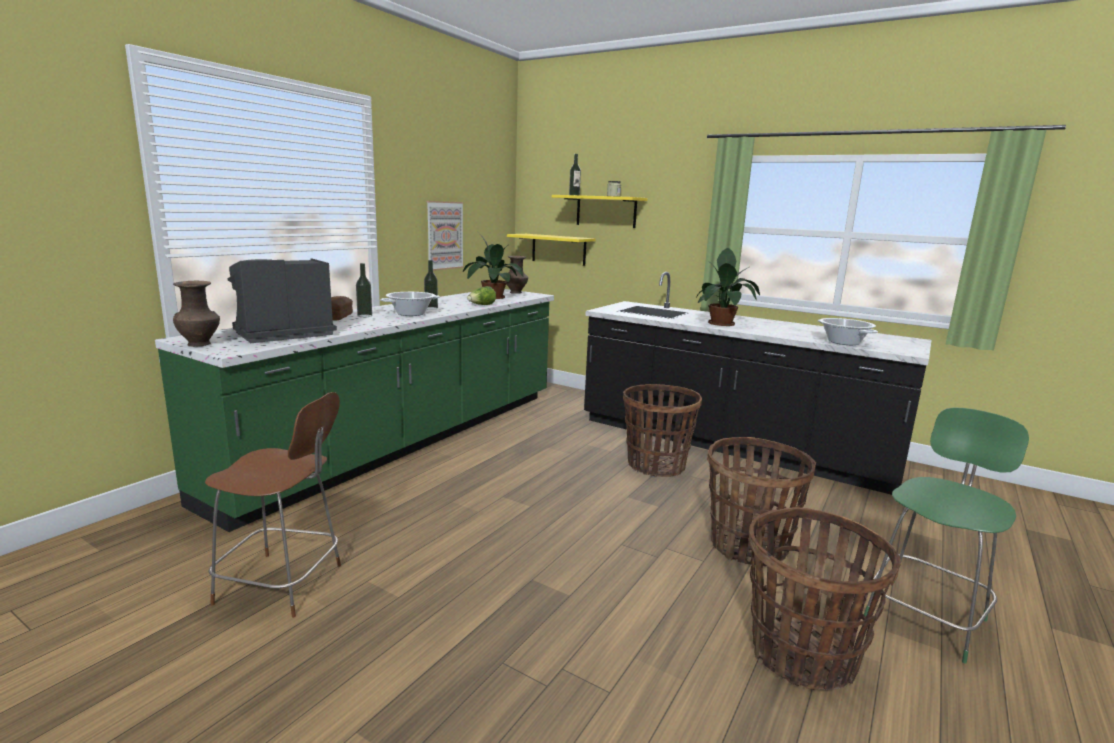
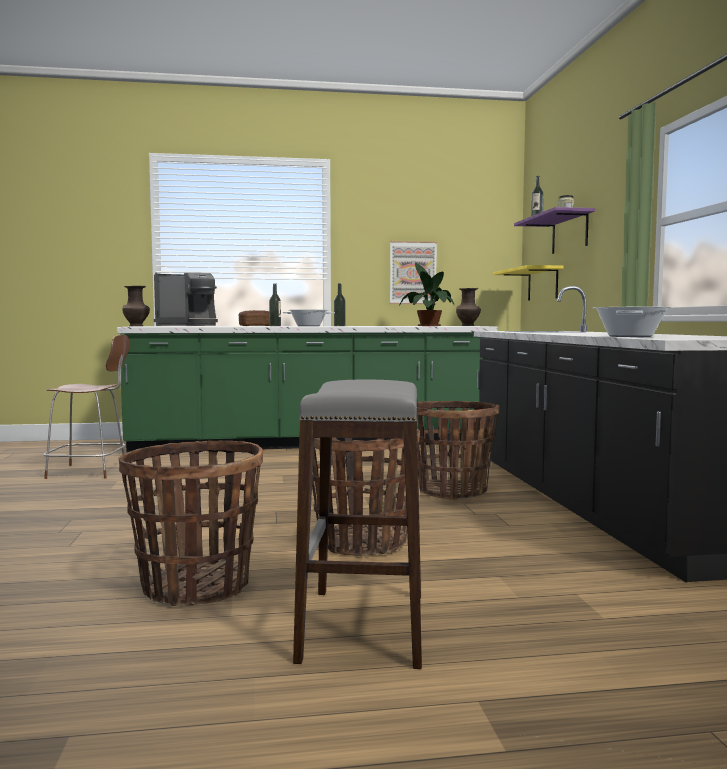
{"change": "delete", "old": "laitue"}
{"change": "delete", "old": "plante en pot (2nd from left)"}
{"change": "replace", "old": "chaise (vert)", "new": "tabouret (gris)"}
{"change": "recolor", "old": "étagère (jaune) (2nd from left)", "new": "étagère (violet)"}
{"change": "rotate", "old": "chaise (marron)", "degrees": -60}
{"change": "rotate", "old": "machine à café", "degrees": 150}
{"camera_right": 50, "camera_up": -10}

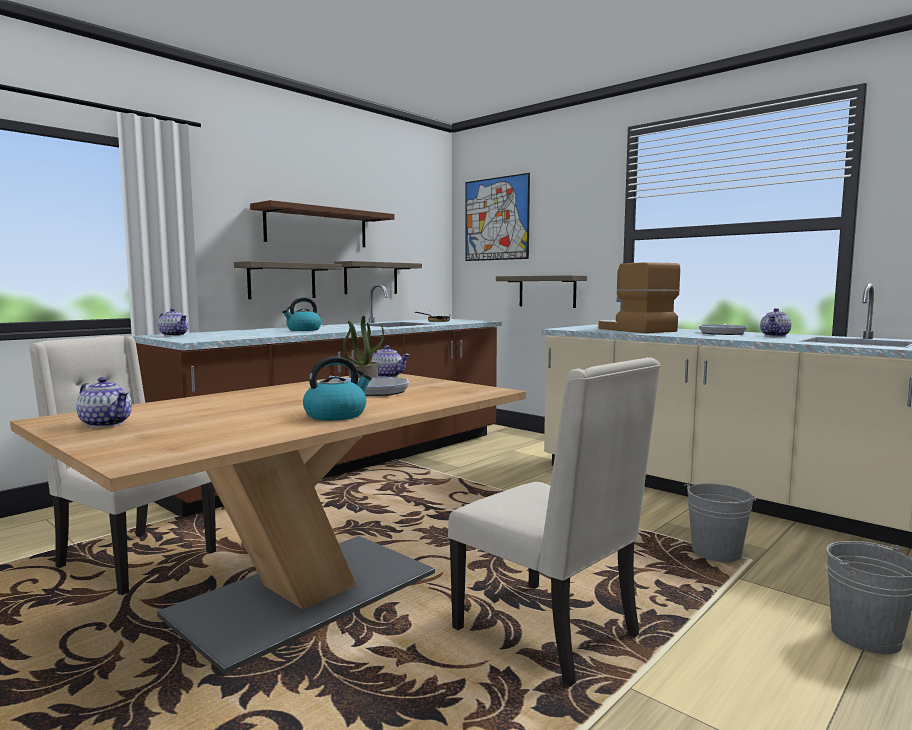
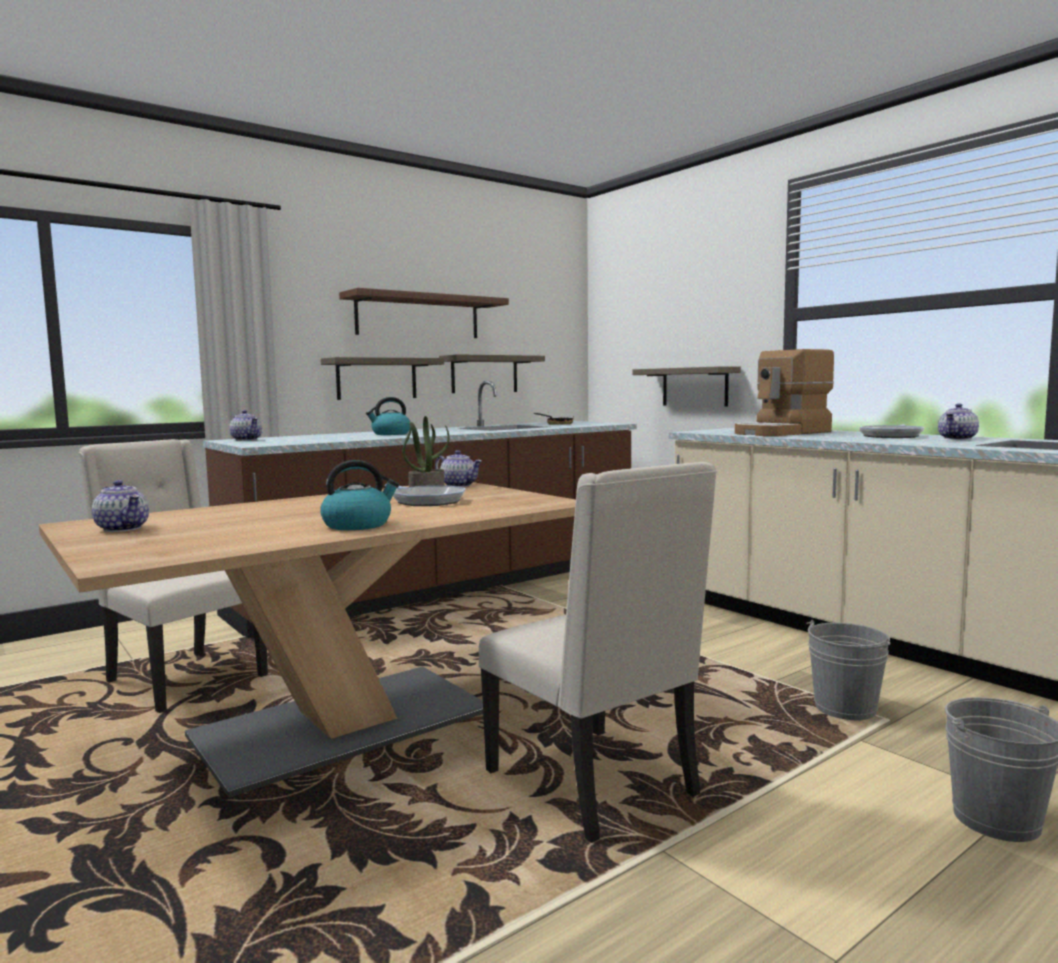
{"change": "delete", "old": "tableau"}
{"change": "rotate", "old": "machine à café", "degrees": -105}
{"camera_right": 10, "camera_up": 0}

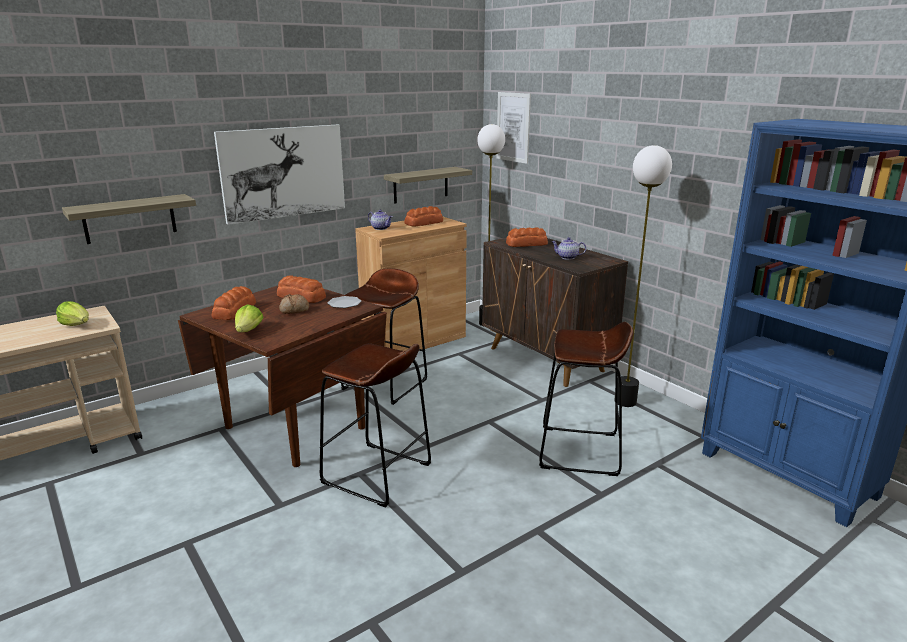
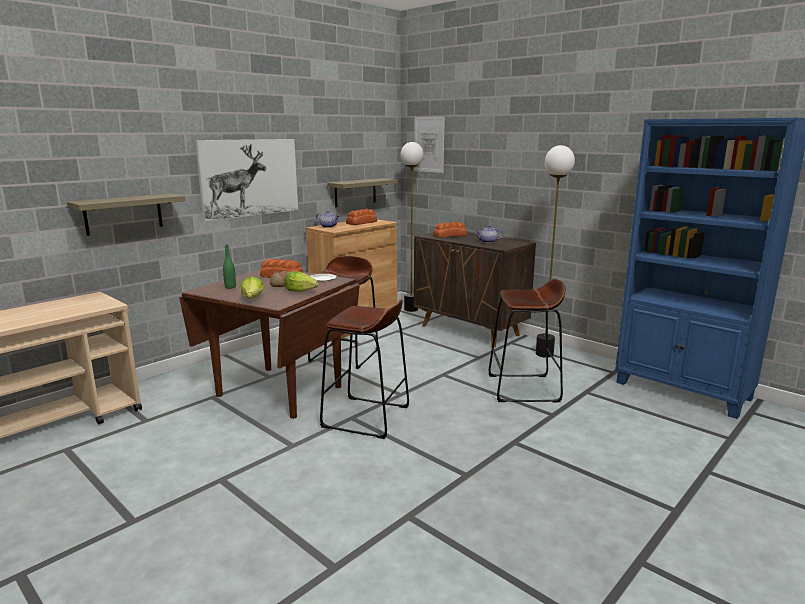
{"change": "move", "old": "laitue (1st from left in the first image)", "new": "laitue (2nd from left)"}
{"change": "replace", "old": "pain (1st from left)", "new": "bouteille (vert)"}
{"camera_right": -10, "camera_up": -5}

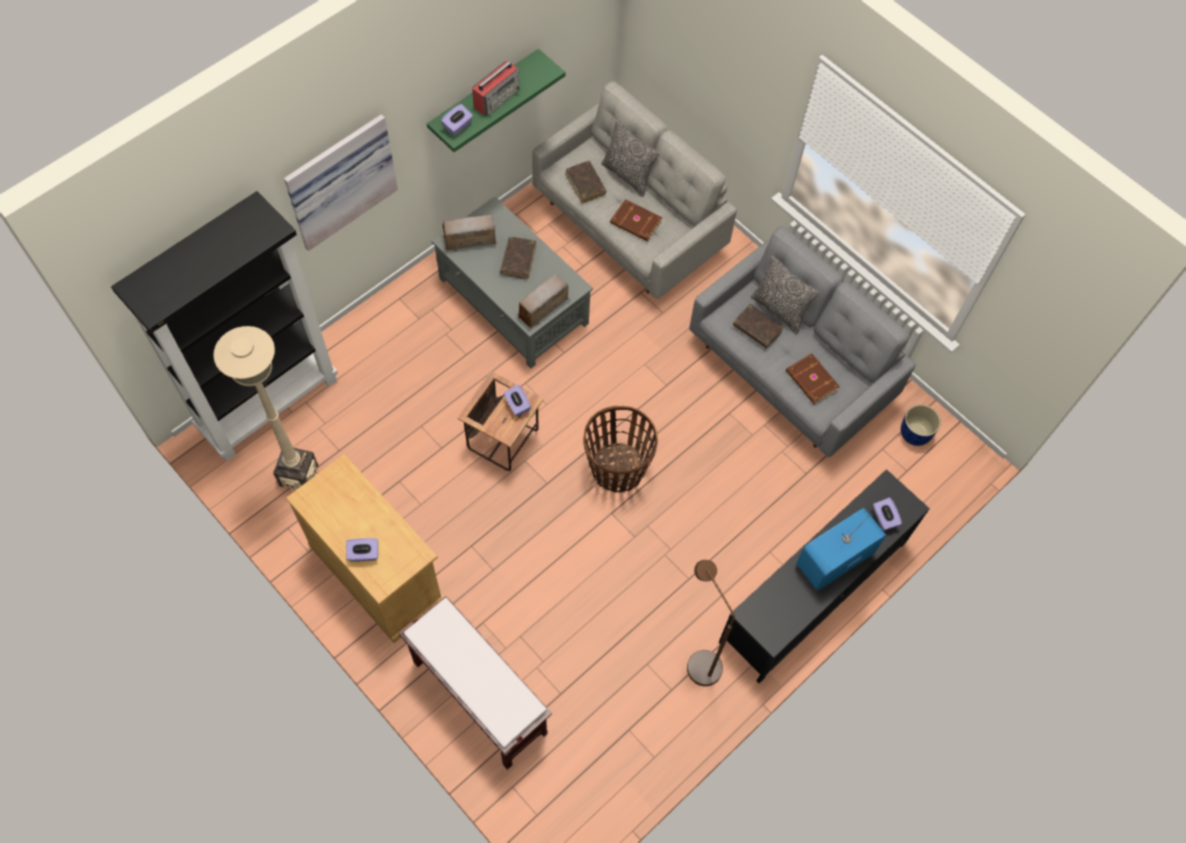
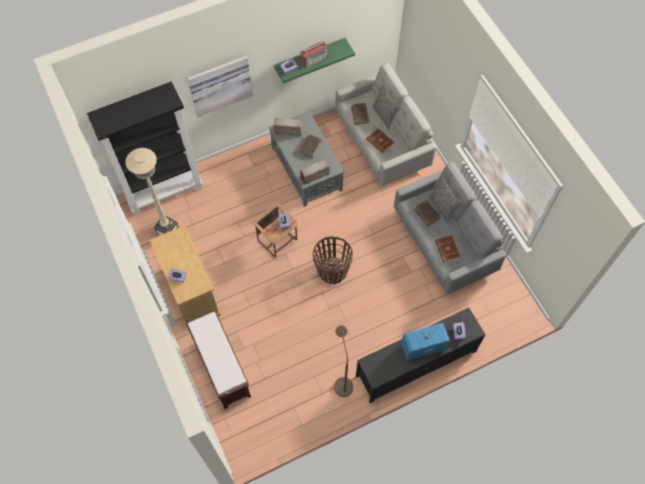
{"change": "delete", "old": "cache-pot (bleu)"}
{"camera_right": 20, "camera_up": 0}

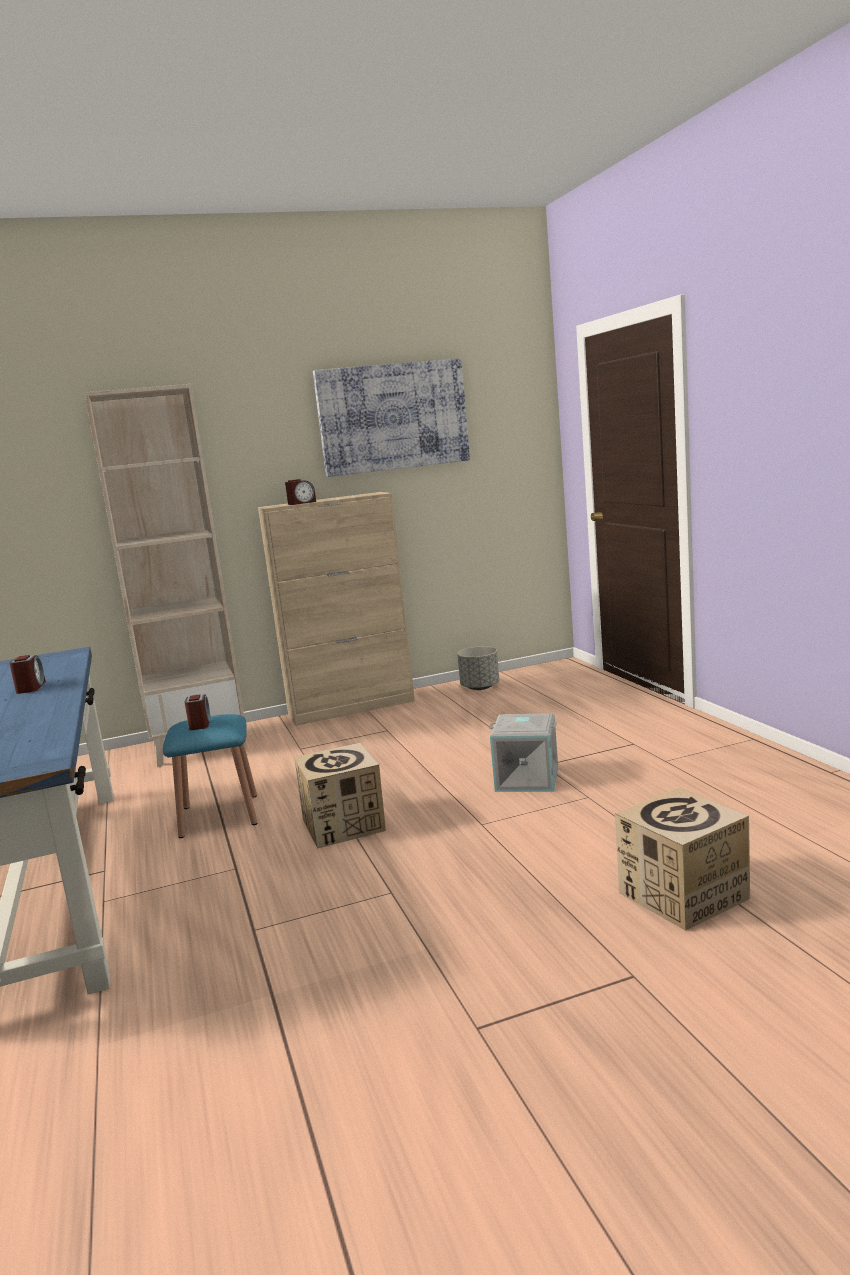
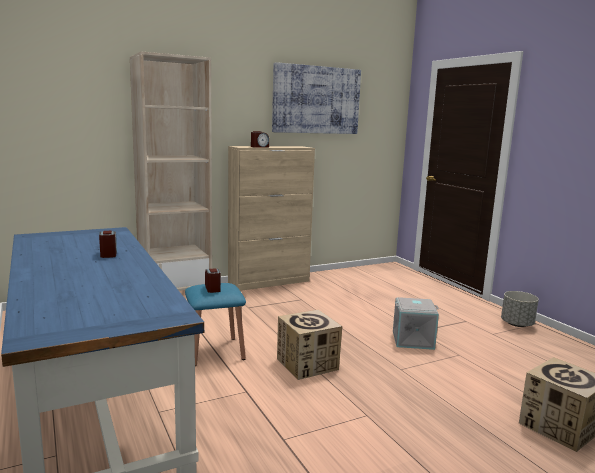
{"change": "move", "old": "cache-pot (gris)"}
{"camera_right": -10, "camera_up": 0}

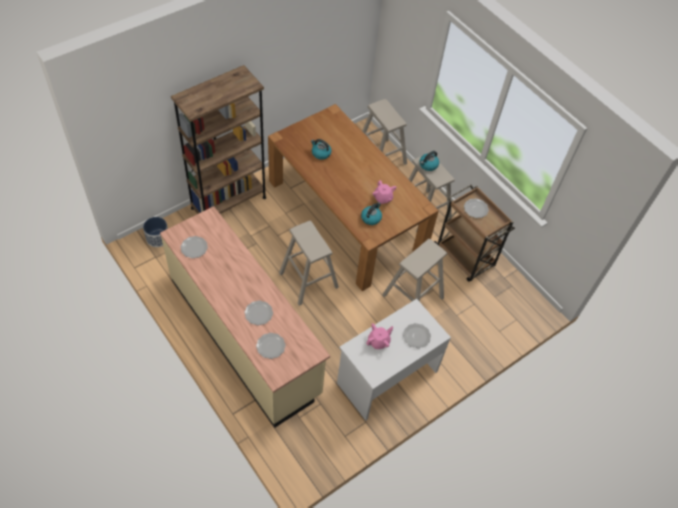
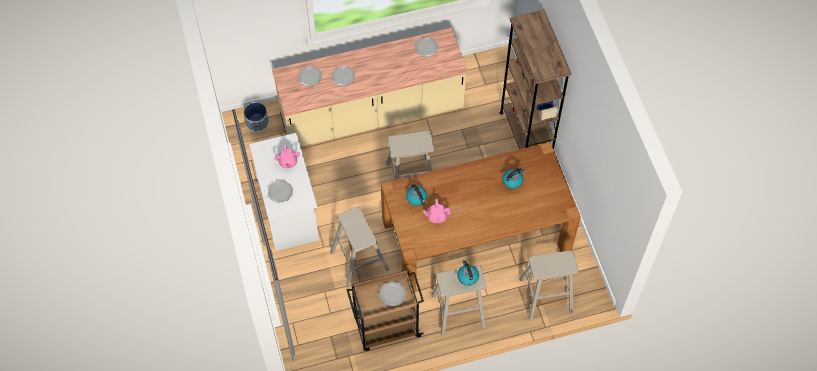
{"change": "move", "old": "cache-pot"}
{"camera_right": 115, "camera_up": 5}

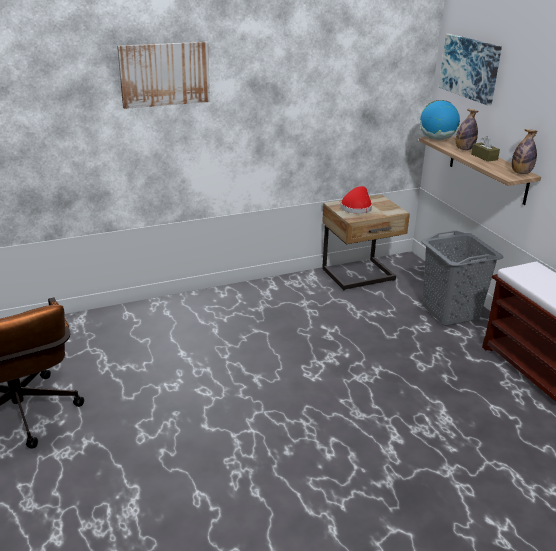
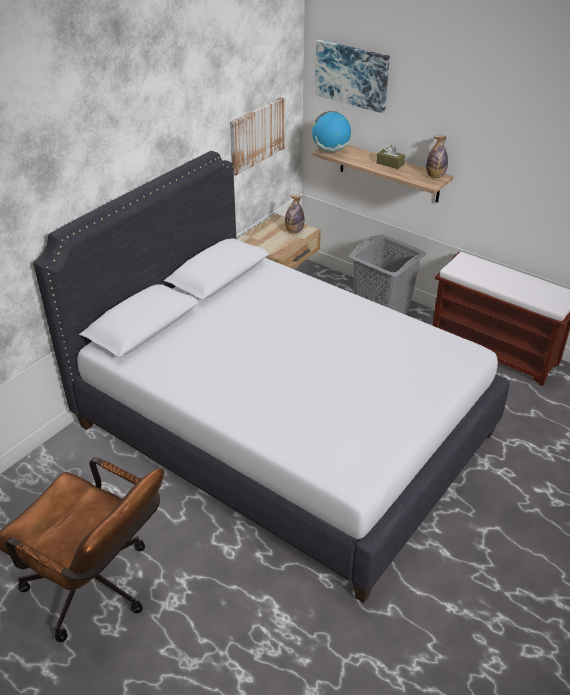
{"change": "delete", "old": "chapeau (rouge)"}
{"change": "insert", "new": "lit (blanc)"}
{"change": "move", "old": "tableau (1st from left)"}
{"change": "move", "old": "bouteille (1st from left)"}
{"camera_right": -30, "camera_up": 10}

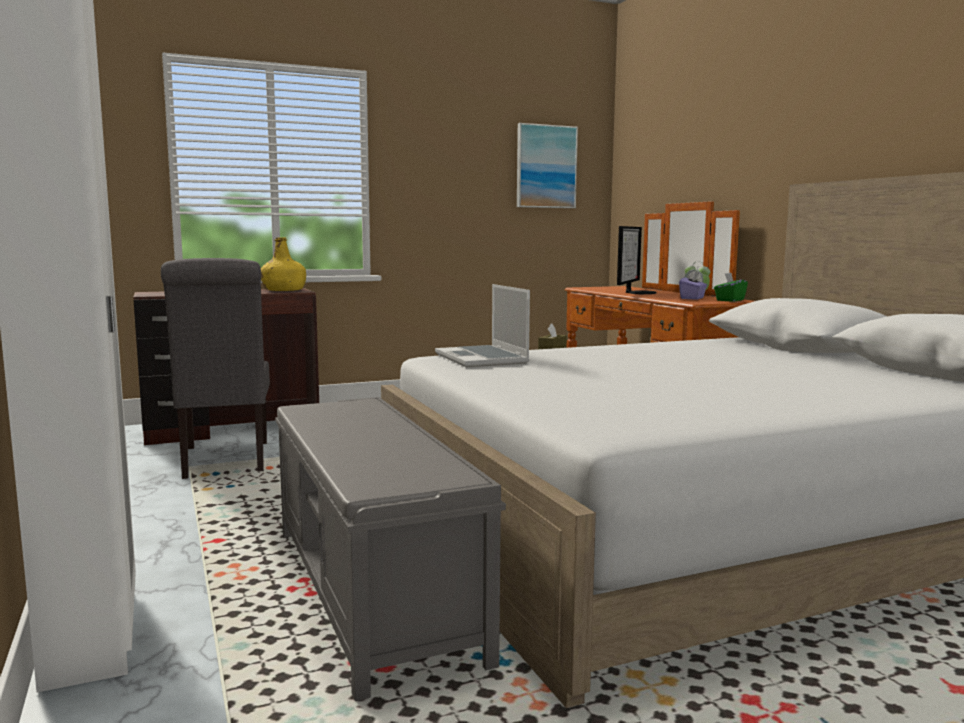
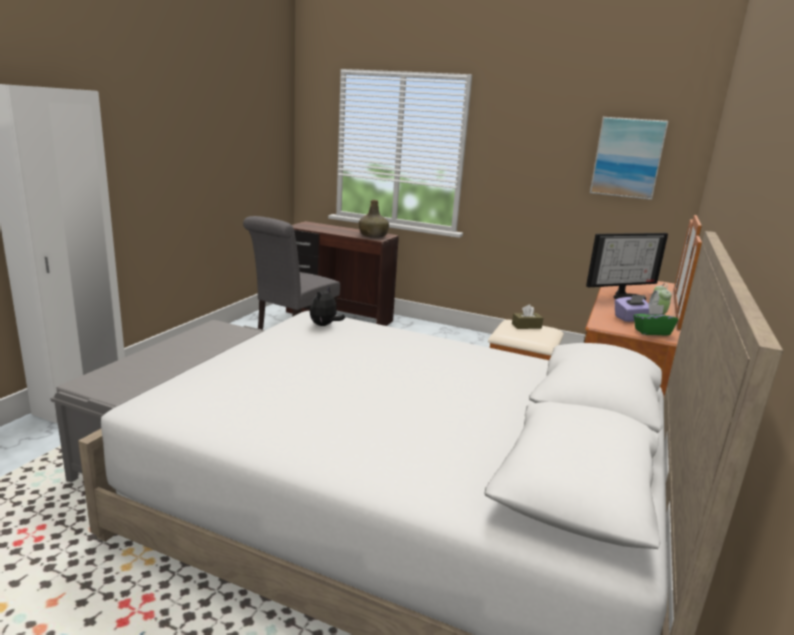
{"change": "replace", "old": "ordinateur portable", "new": "peluche"}
{"change": "recolor", "old": "bouteille (jaune)", "new": "bouteille (vert)"}
{"camera_right": 45, "camera_up": 10}

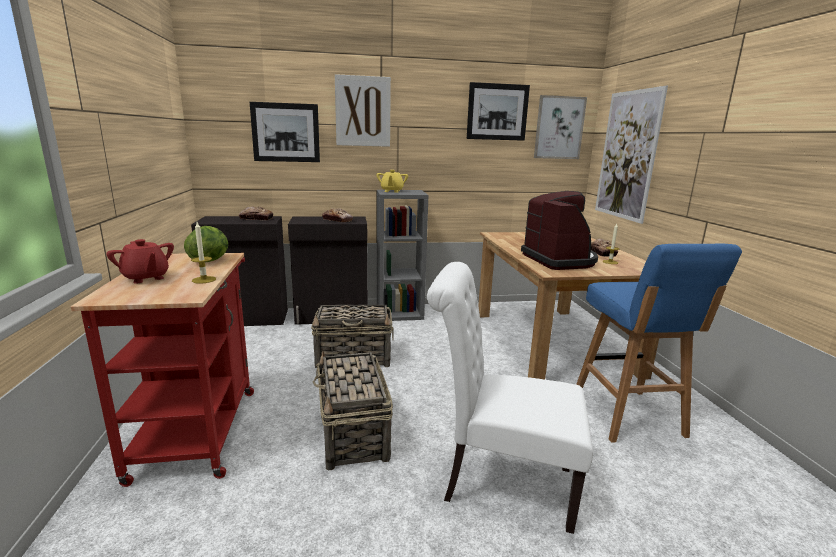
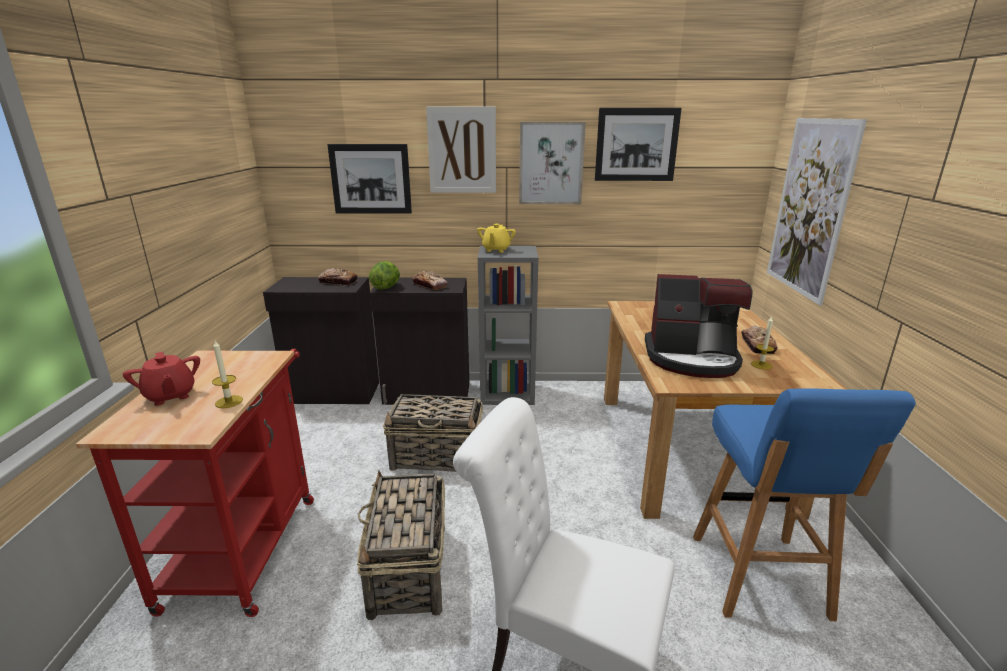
{"change": "move", "old": "laitue"}
{"change": "move", "old": "tableau (4th from left in the first image)", "new": "tableau (3rd from left)"}
{"change": "rotate", "old": "machine à café", "degrees": 105}
{"camera_right": 10, "camera_up": 5}

